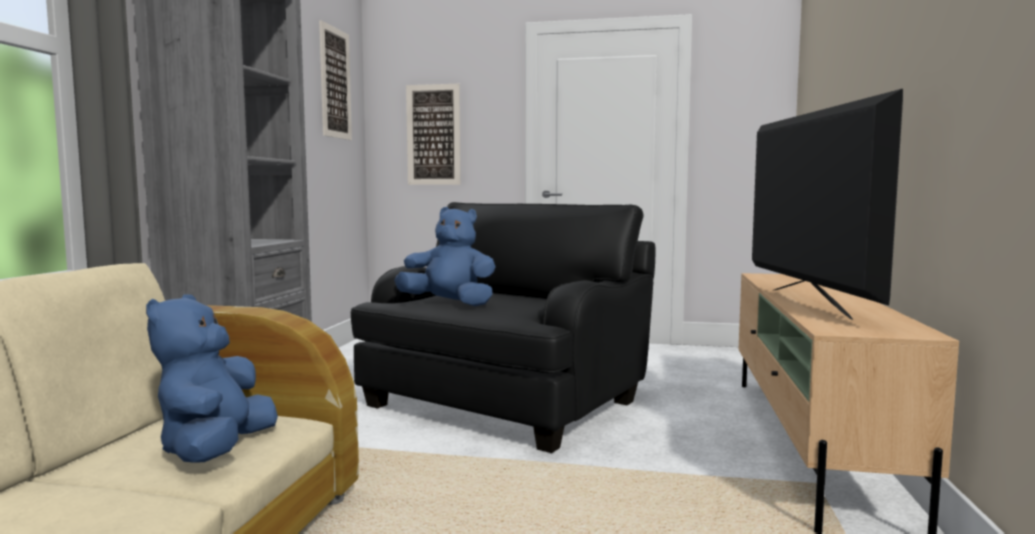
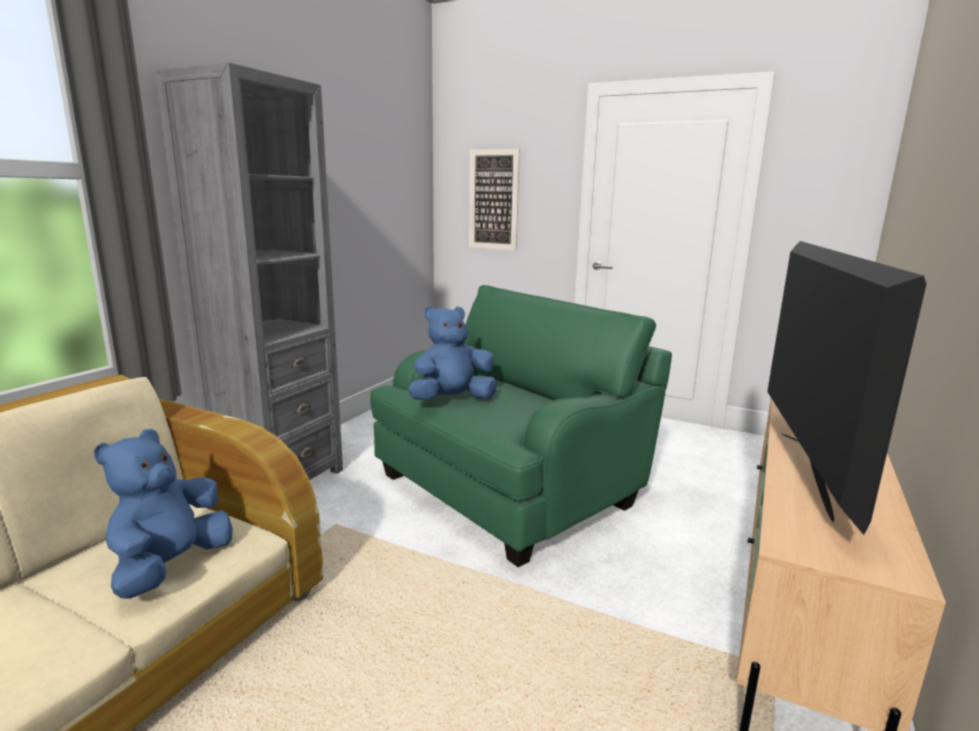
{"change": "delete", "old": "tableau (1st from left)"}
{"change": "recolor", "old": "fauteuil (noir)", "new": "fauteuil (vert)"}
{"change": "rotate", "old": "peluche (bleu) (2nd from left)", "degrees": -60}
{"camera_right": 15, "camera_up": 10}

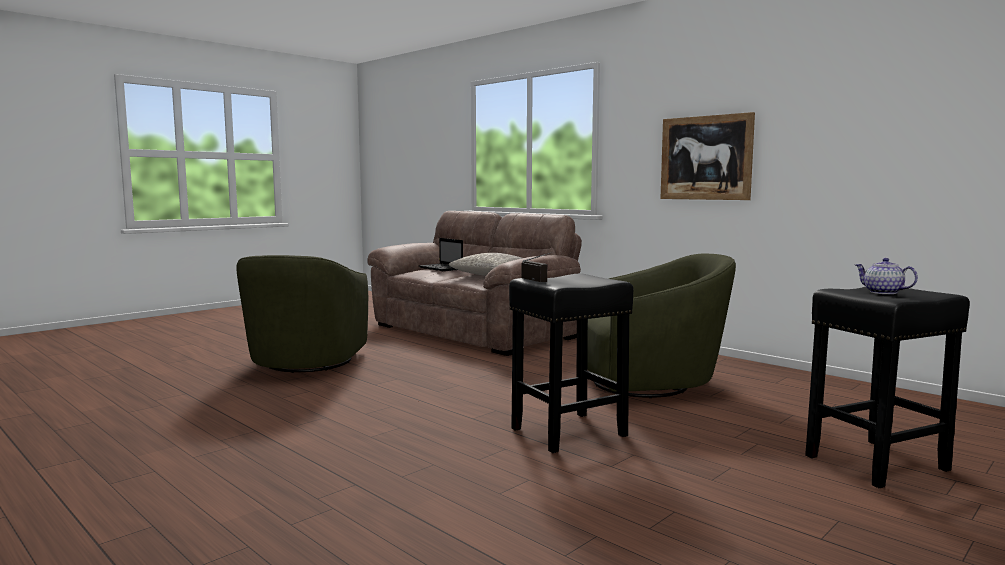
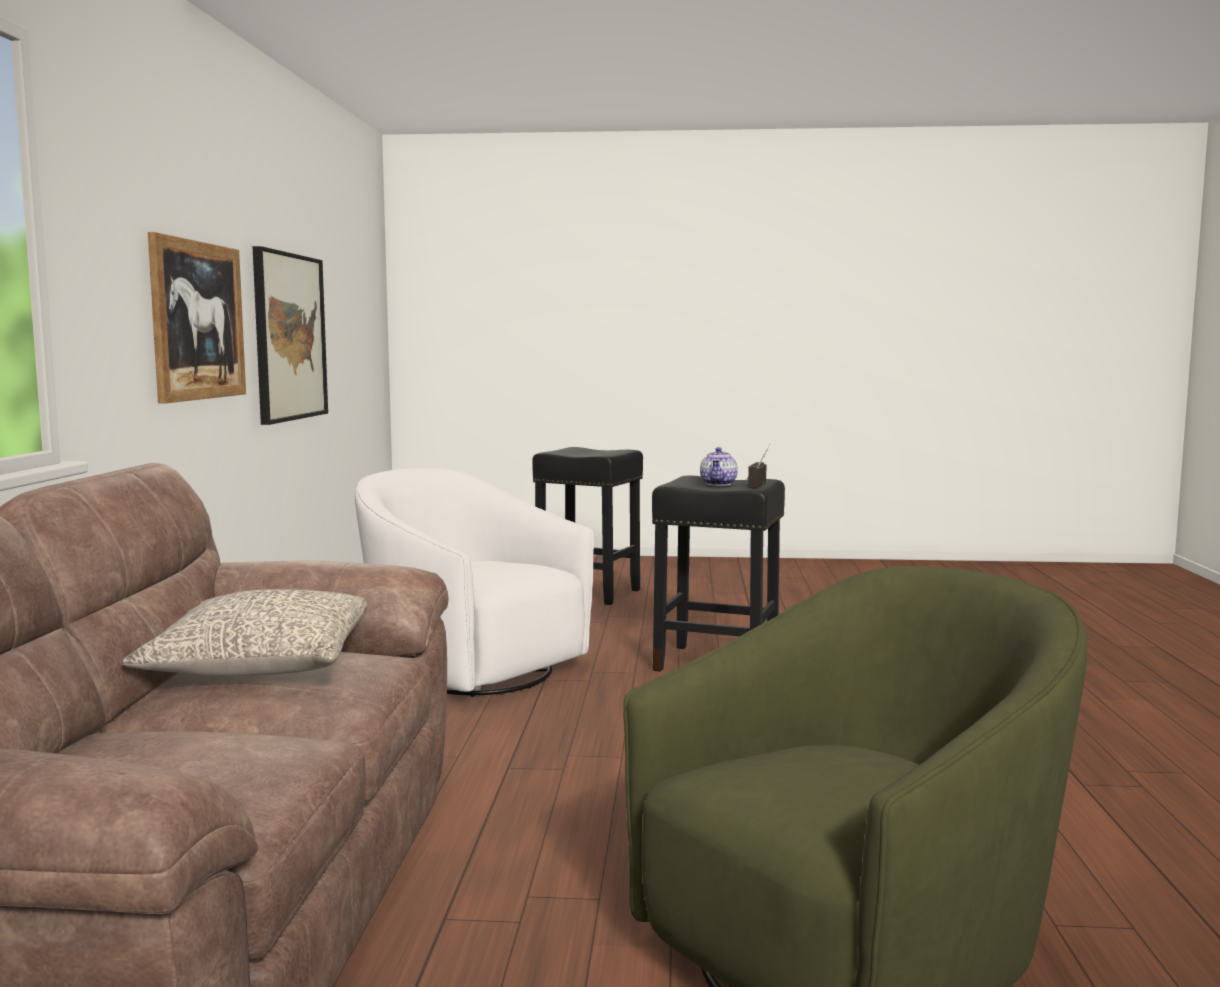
{"change": "delete", "old": "ordinateur portable"}
{"change": "insert", "new": "tableau (2nd from left)"}
{"change": "move", "old": "théière"}
{"change": "recolor", "old": "fauteuil (vert) (2nd from left)", "new": "fauteuil (blanc)"}
{"camera_right": -130, "camera_up": 0}

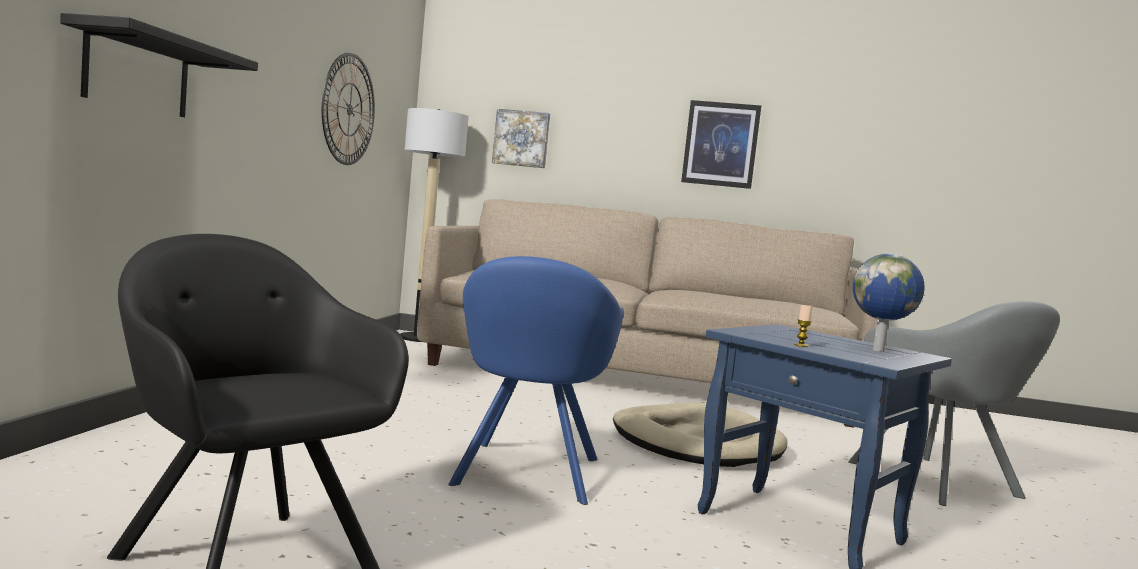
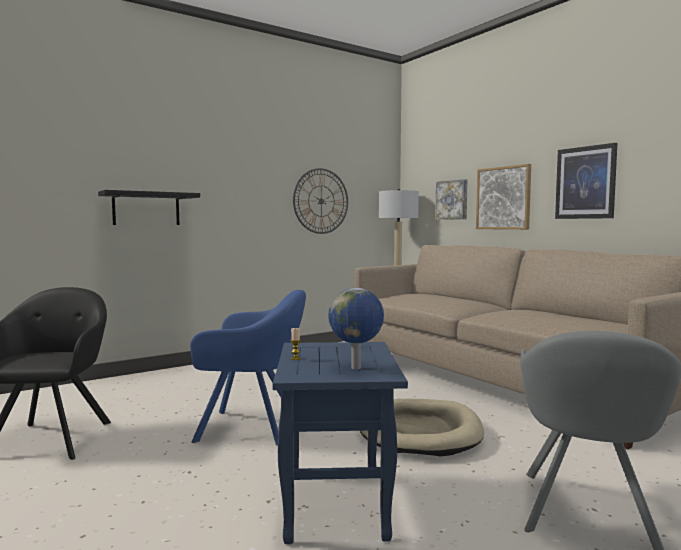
{"change": "insert", "new": "tableau (2nd from left)"}
{"change": "rotate", "old": "fauteuil (bleu)", "degrees": -135}
{"camera_right": 45, "camera_up": 0}

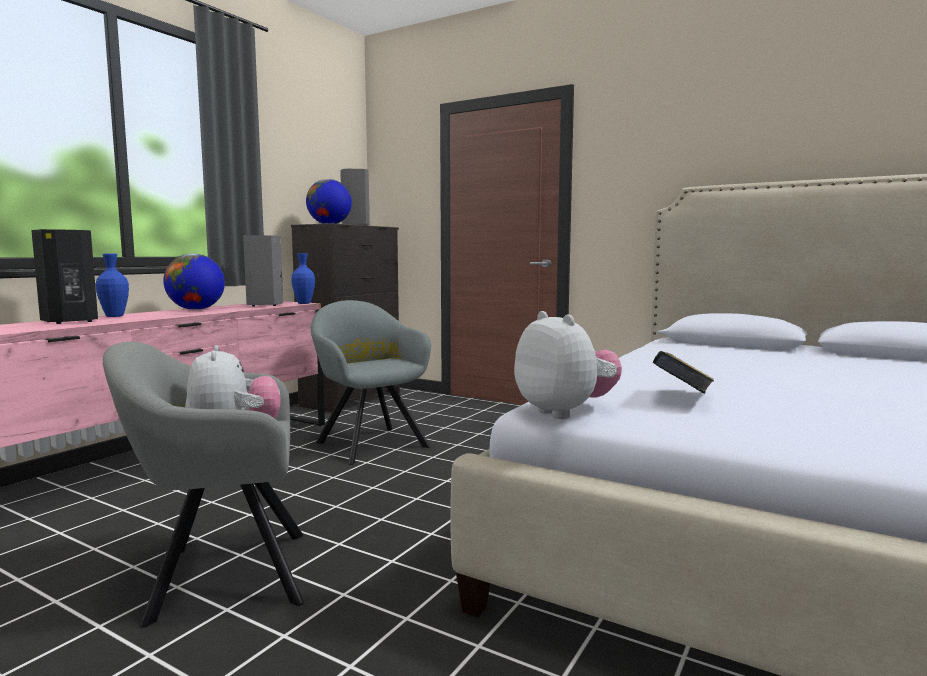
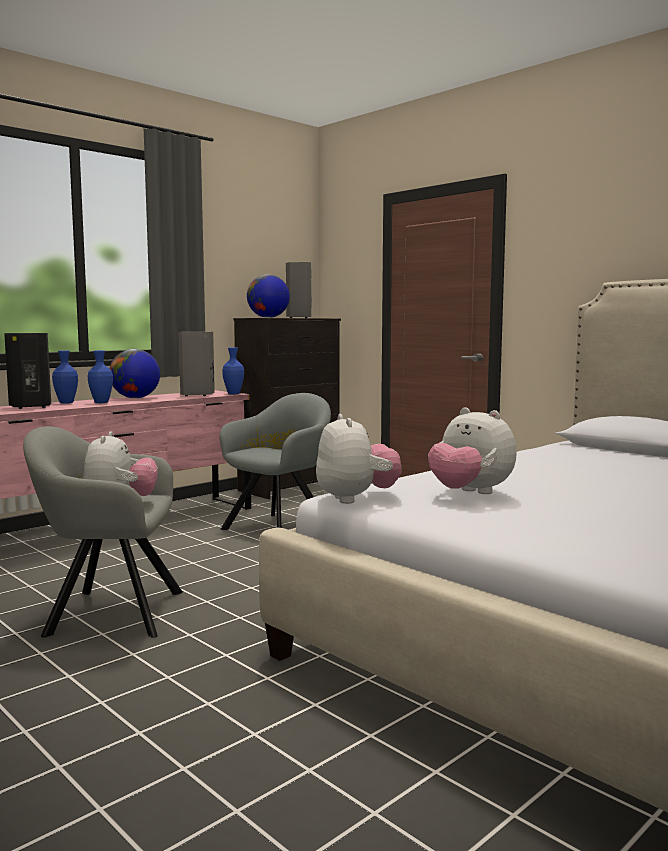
{"change": "insert", "new": "vase (bleu) (2nd from left)"}
{"change": "replace", "old": "livre", "new": "peluche (3rd from left)"}
{"change": "rotate", "old": "fauteuil (gris) (2nd from left)", "degrees": 60}
{"camera_right": 15, "camera_up": 0}

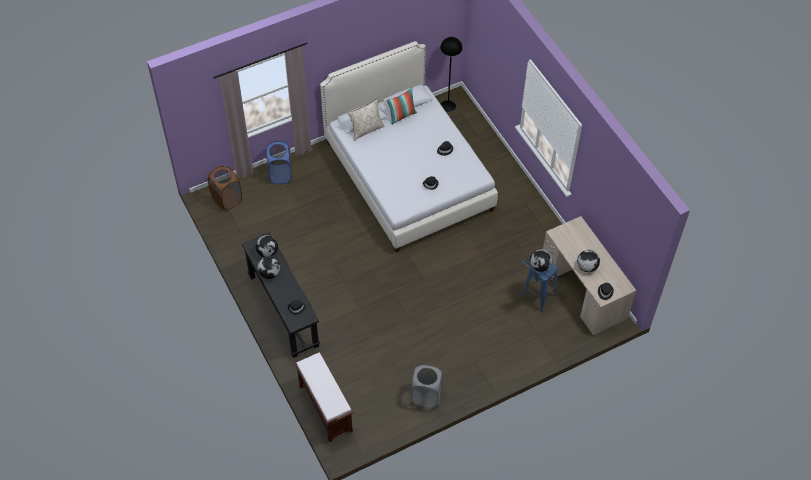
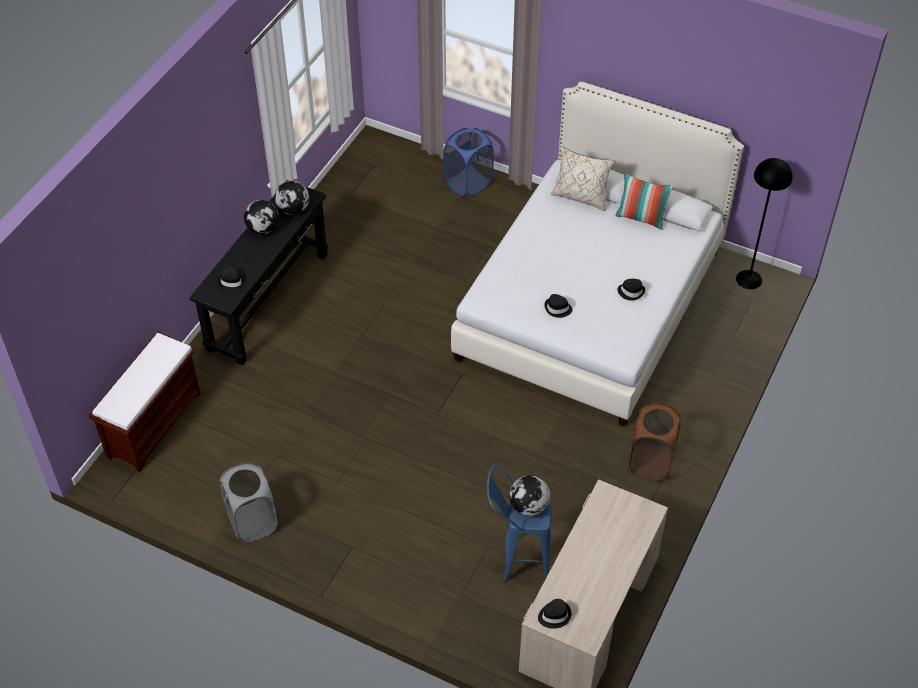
{"change": "delete", "old": "globe (4th from left)"}
{"change": "move", "old": "panier à linge (marron)"}
{"camera_right": 55, "camera_up": -5}

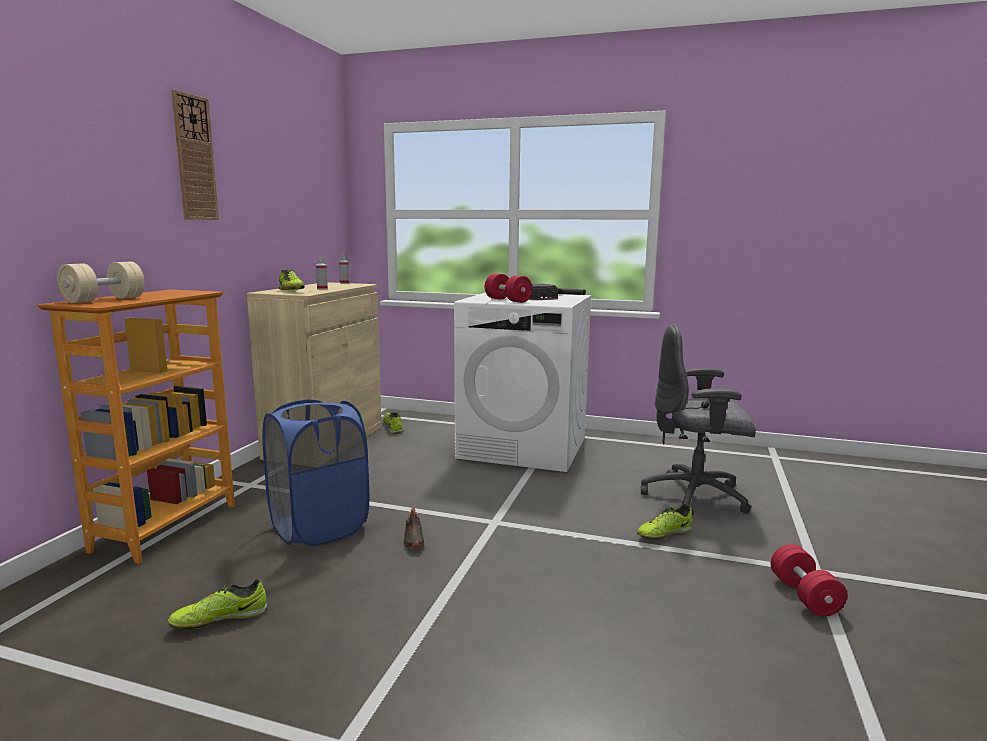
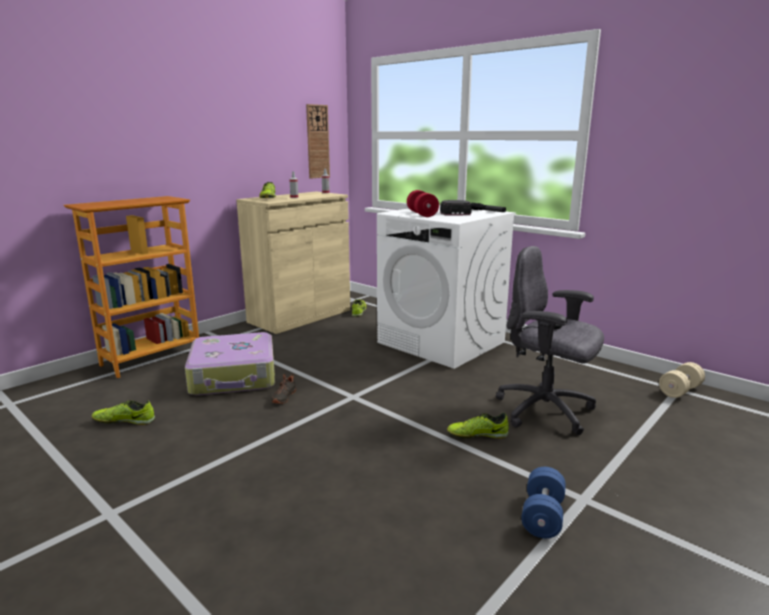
{"change": "move", "old": "haltère (beige)"}
{"change": "move", "old": "horloge murale"}
{"change": "replace", "old": "panier à linge (bleu)", "new": "valise"}
{"change": "recolor", "old": "haltère (rouge) (2nd from left)", "new": "haltère (bleu)"}
{"camera_right": 25, "camera_up": 5}

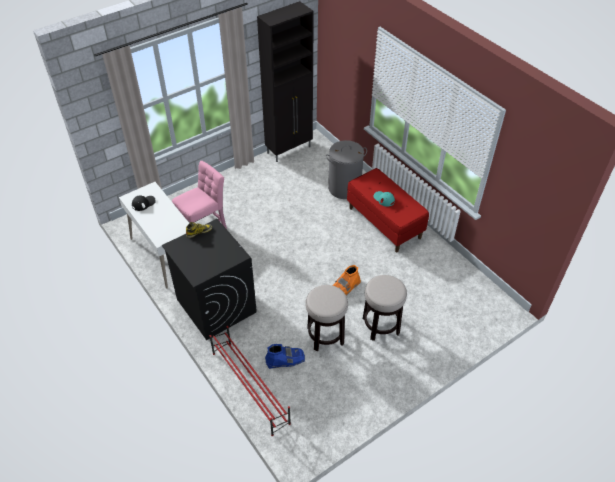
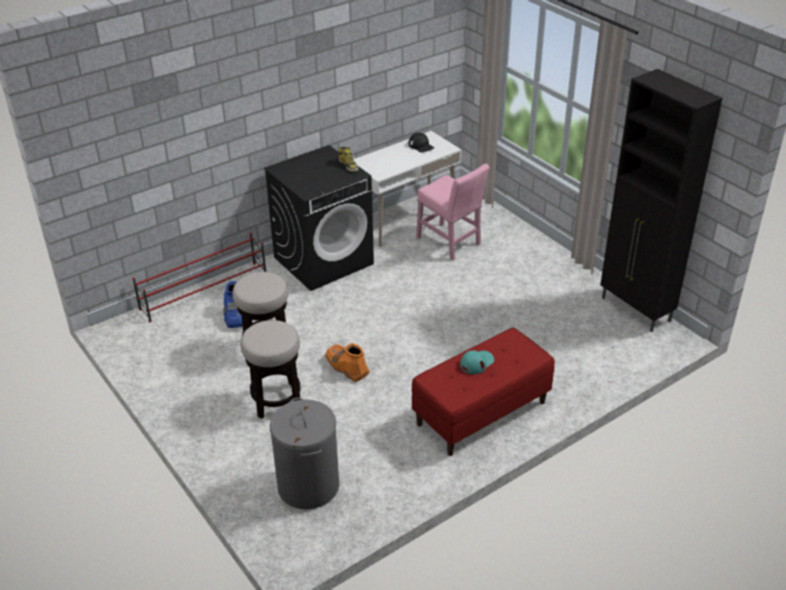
{"change": "move", "old": "panier à linge (gris)"}
{"camera_right": 90, "camera_up": -10}

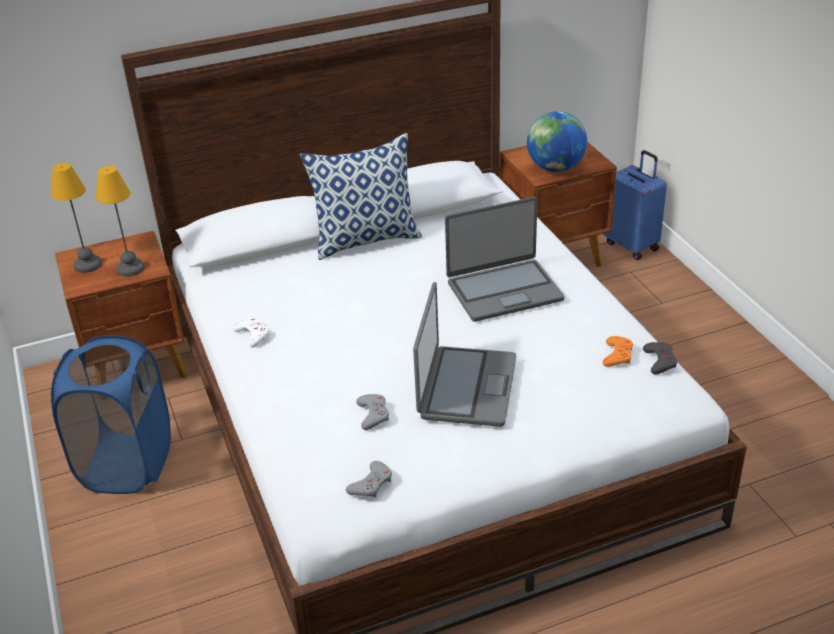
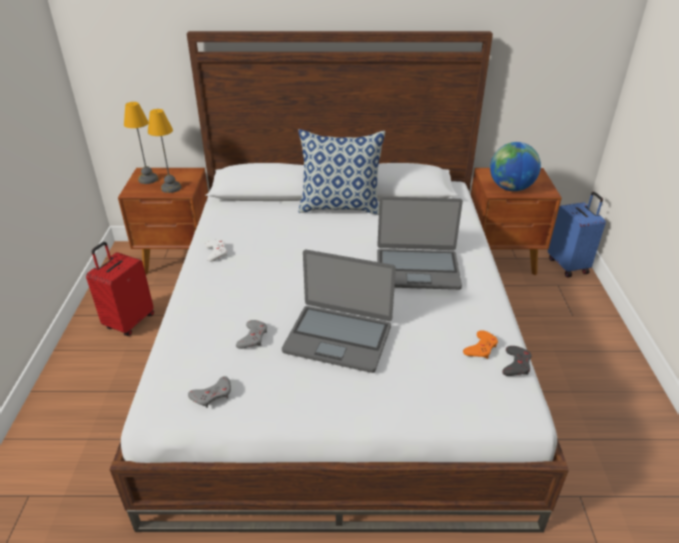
{"change": "replace", "old": "panier à linge (bleu)", "new": "valise (rouge)"}
{"change": "rotate", "old": "ordinateur portable (1st from left)", "degrees": 75}
{"camera_right": 20, "camera_up": 0}

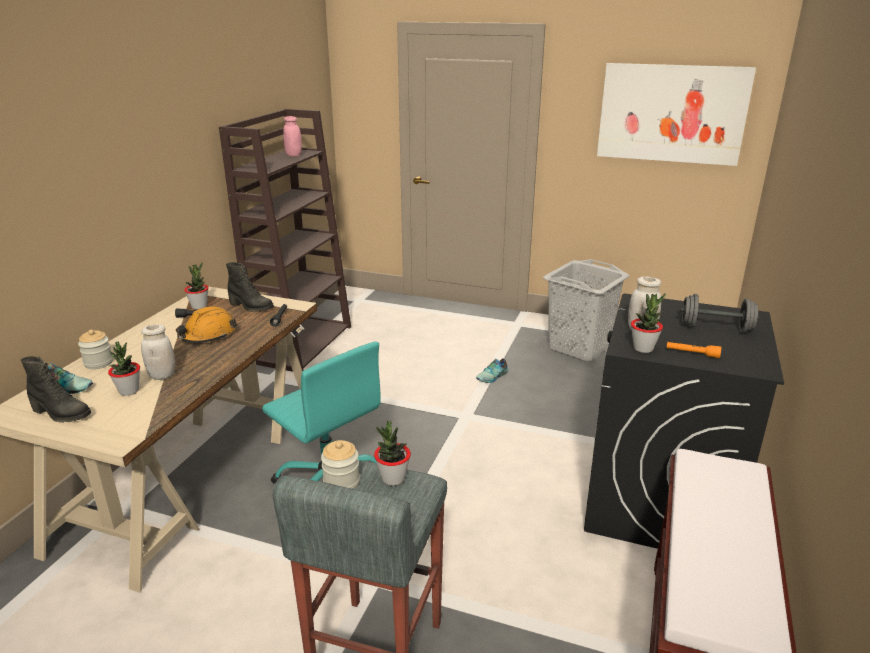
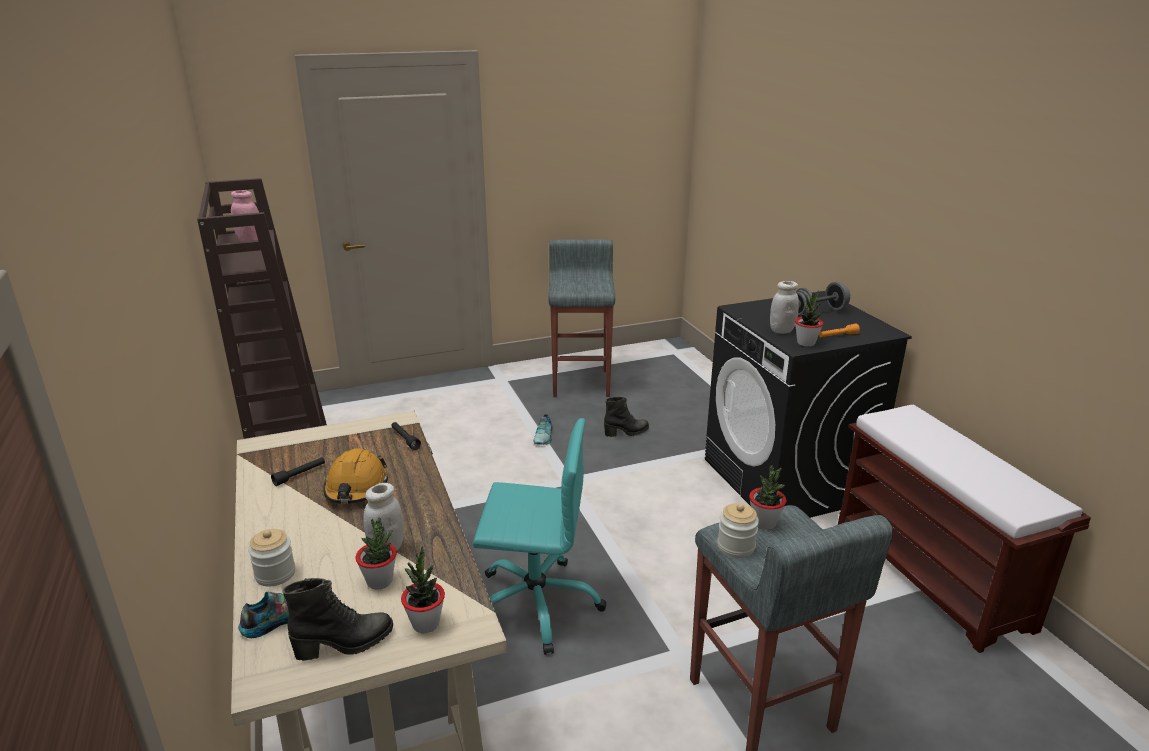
{"change": "delete", "old": "tableau"}
{"change": "move", "old": "plante en pot (2nd from left)"}
{"change": "move", "old": "botte (noir) (2nd from left)"}
{"change": "replace", "old": "panier à linge (gris)", "new": "tabouret (gris) (1st from left)"}
{"camera_right": -40, "camera_up": 0}

